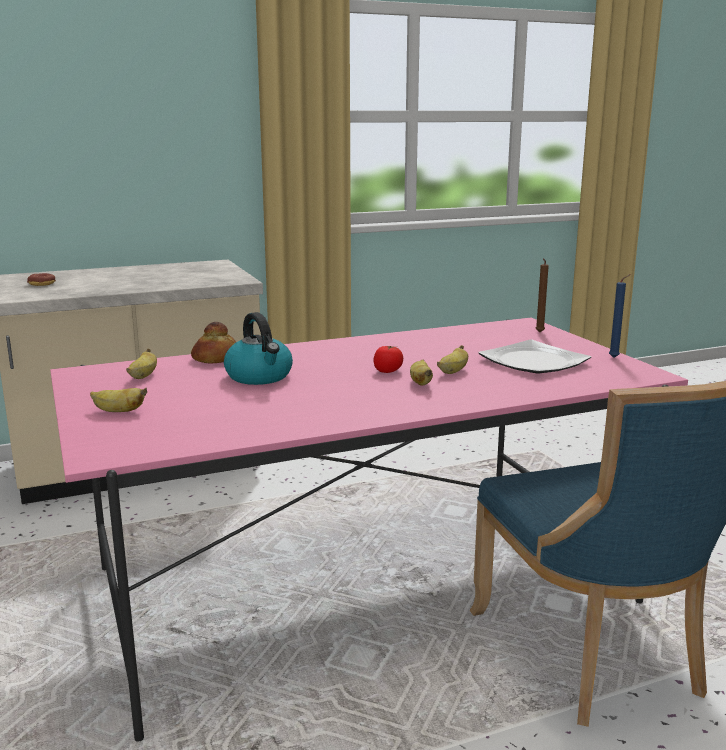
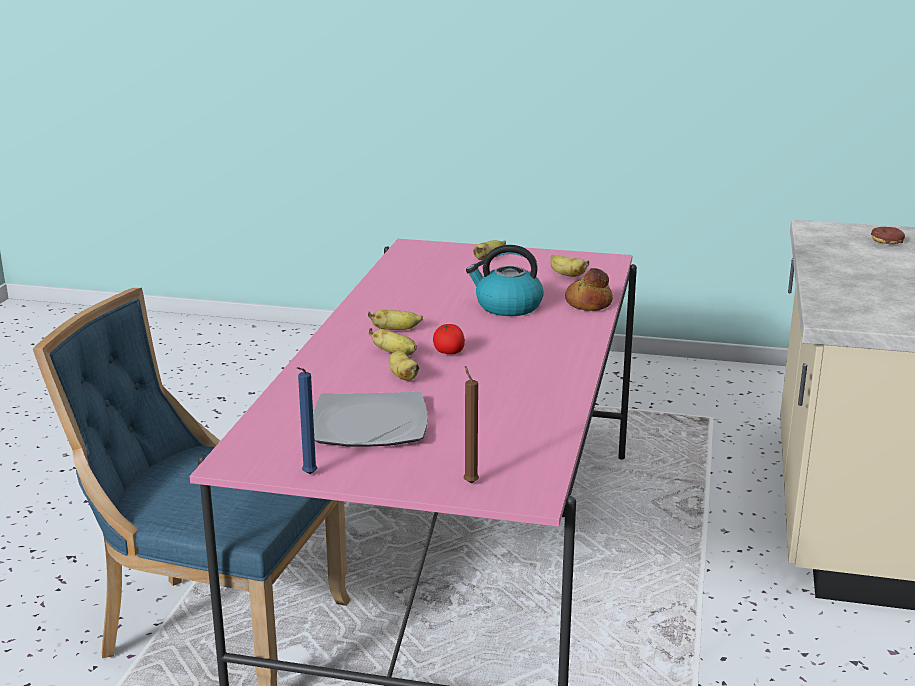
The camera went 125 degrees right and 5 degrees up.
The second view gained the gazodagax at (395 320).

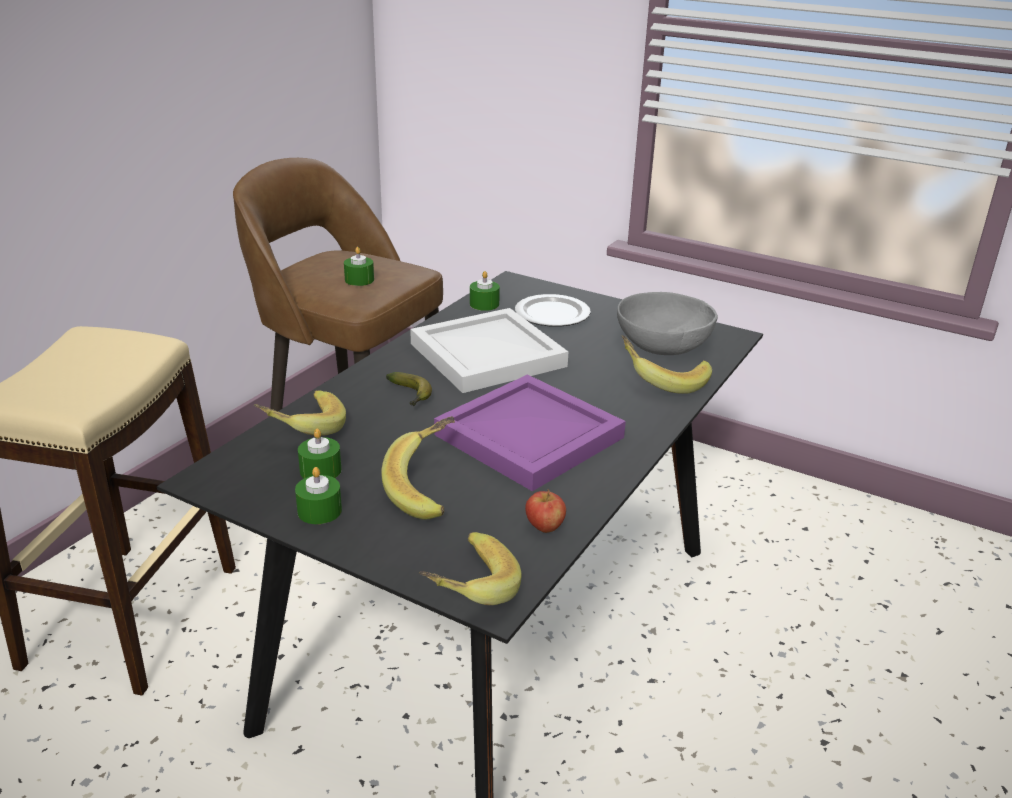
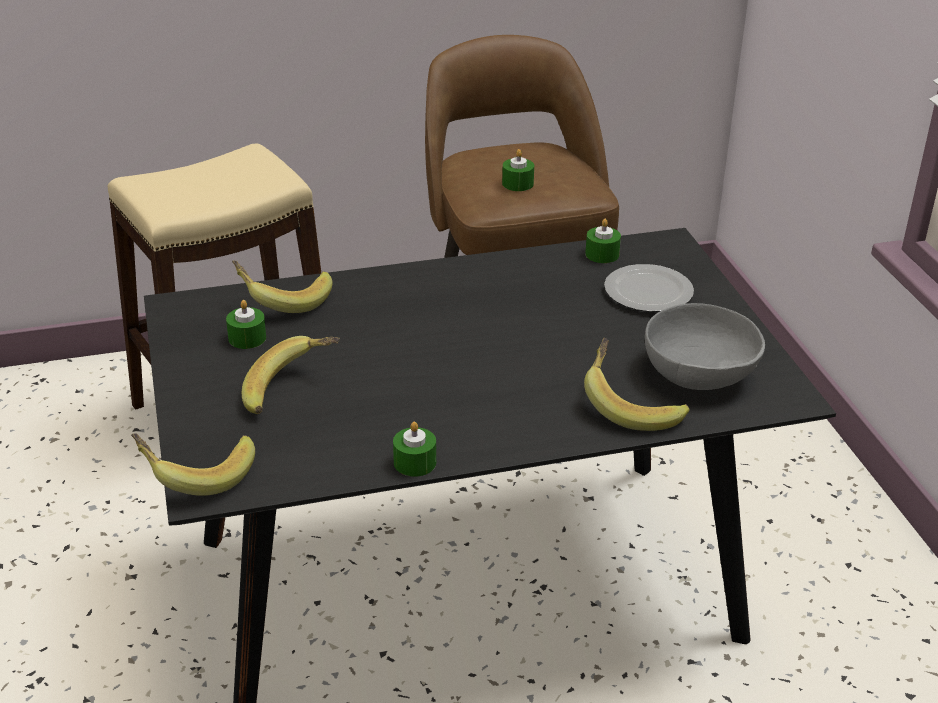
The camera went 45 degrees right and 5 degrees up.
The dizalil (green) ended up elsewhere, having gone from (318 495) to (414 449).
The second view lost the gazodagax at (409 389).
The second view lost the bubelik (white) at (489 350).
The second view lost the bubelik (purple) at (530 432).
The second view lost the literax at (545 511).

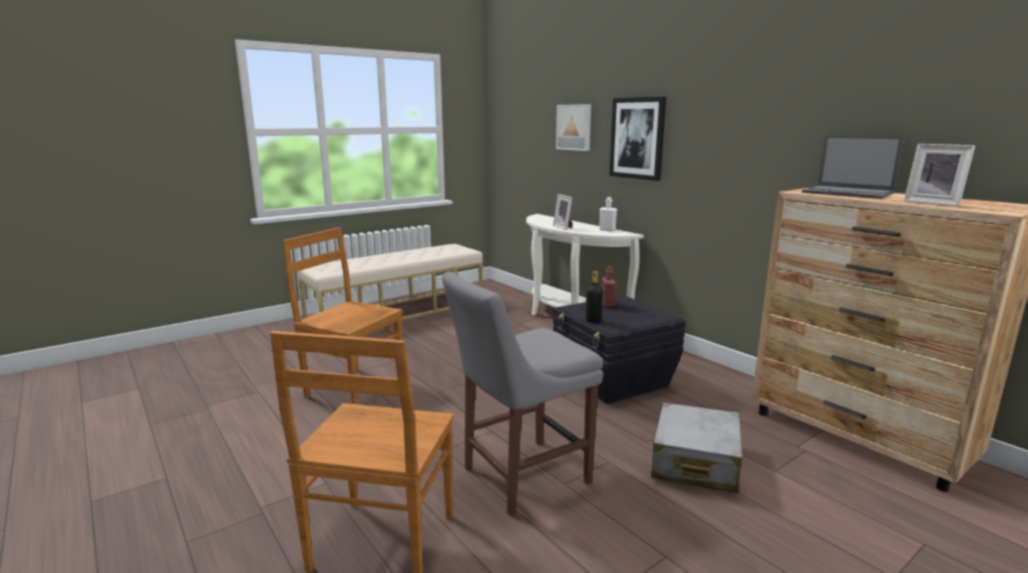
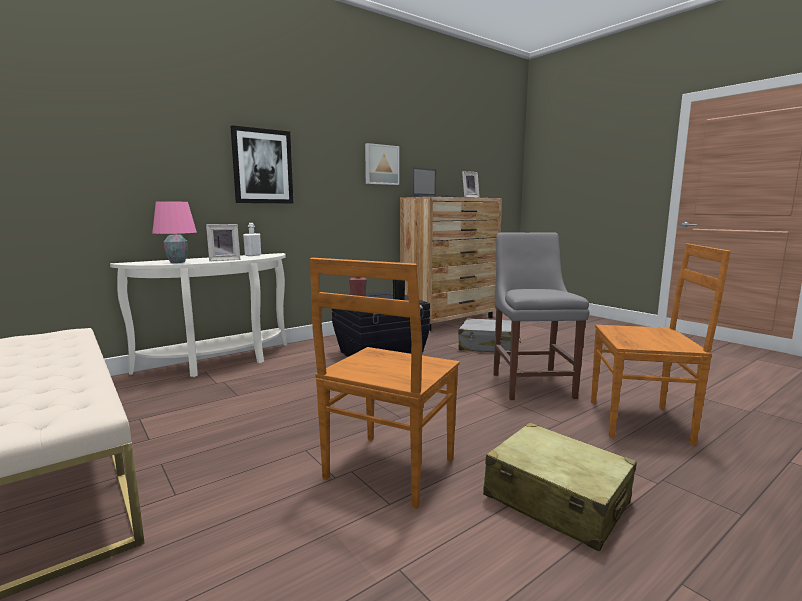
The camera went 90 degrees left and 5 degrees down.
The second view gained the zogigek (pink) at (174 232).
The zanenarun ended up elsewhere, having gone from (573 127) to (382 164).
The second view gained the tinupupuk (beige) at (560 487).
The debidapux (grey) at (522 394) ended up facing another way, 150 degrees counterclockwise from before.

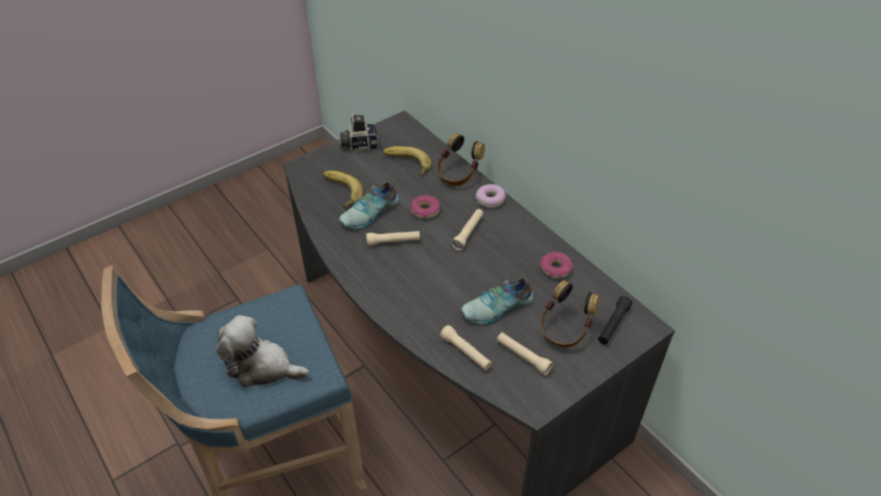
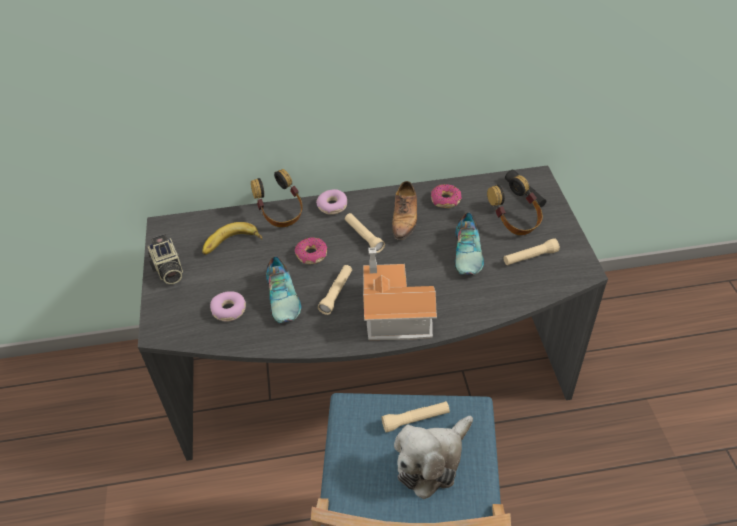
The camera went 60 degrees left and 0 degrees up.
The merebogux at (358 133) ended up facing another way, 45 degrees counterclockwise from before.
Where the gazodagax stood at (343 189), the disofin came to stand at (228 306).
The second view gained the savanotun at (400 294).
The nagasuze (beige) ended up elsewhere, having gone from (466 347) to (415 416).
The second view gained the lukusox at (404 212).

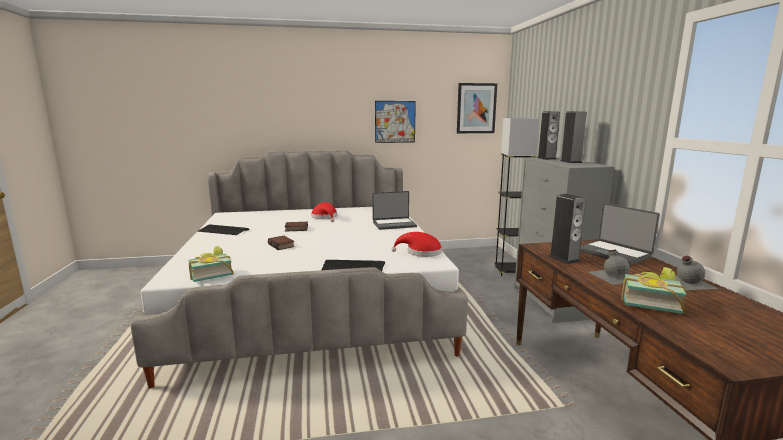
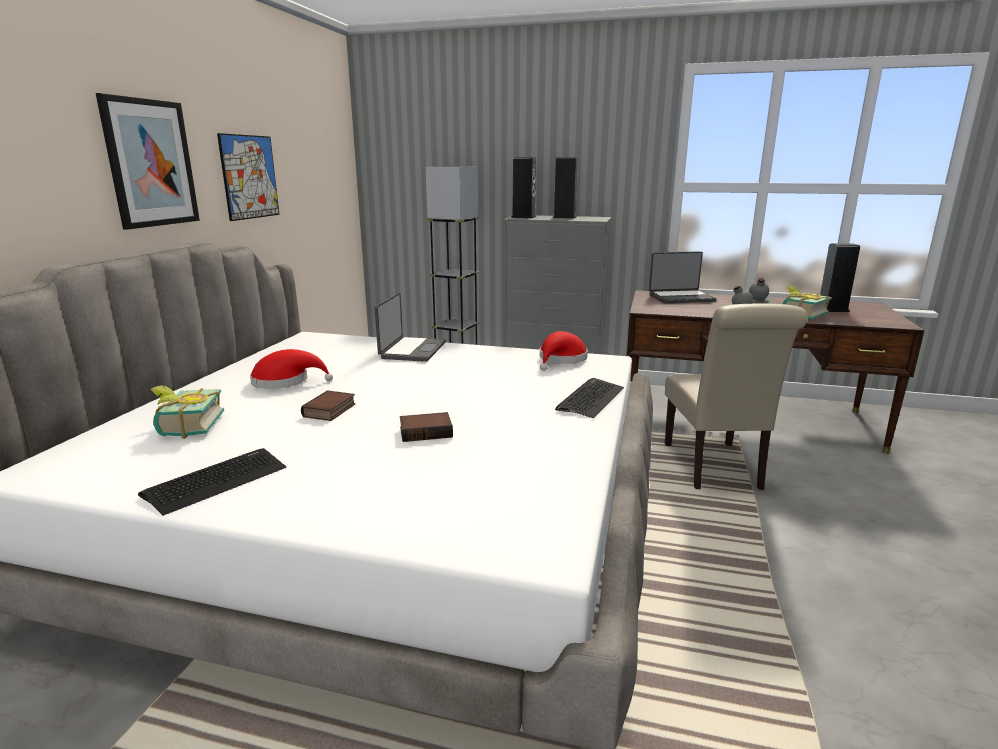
The camera went 65 degrees left and 5 degrees up.
The zanenarun ended up elsewhere, having gone from (477 108) to (148 161).
The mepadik ended up elsewhere, having gone from (211 264) to (187 412).
The second view gained the debidapux (beige) at (736 397).
The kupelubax ended up elsewhere, having gone from (567 229) to (840 278).

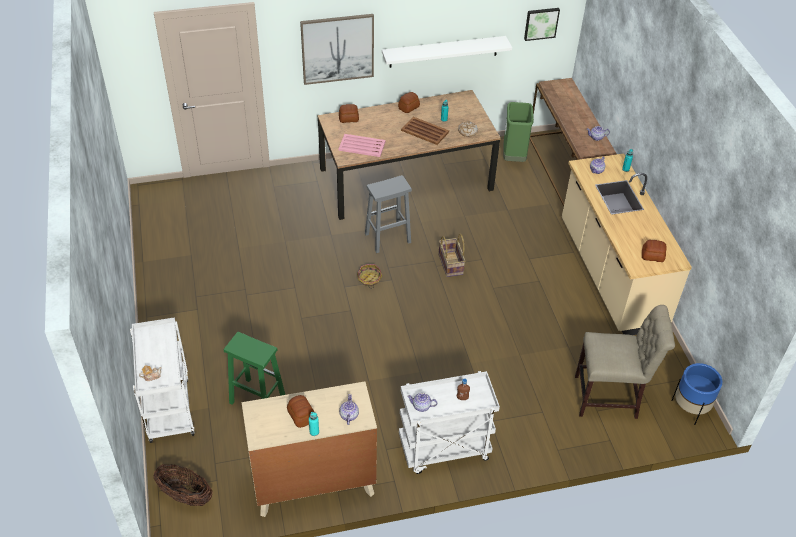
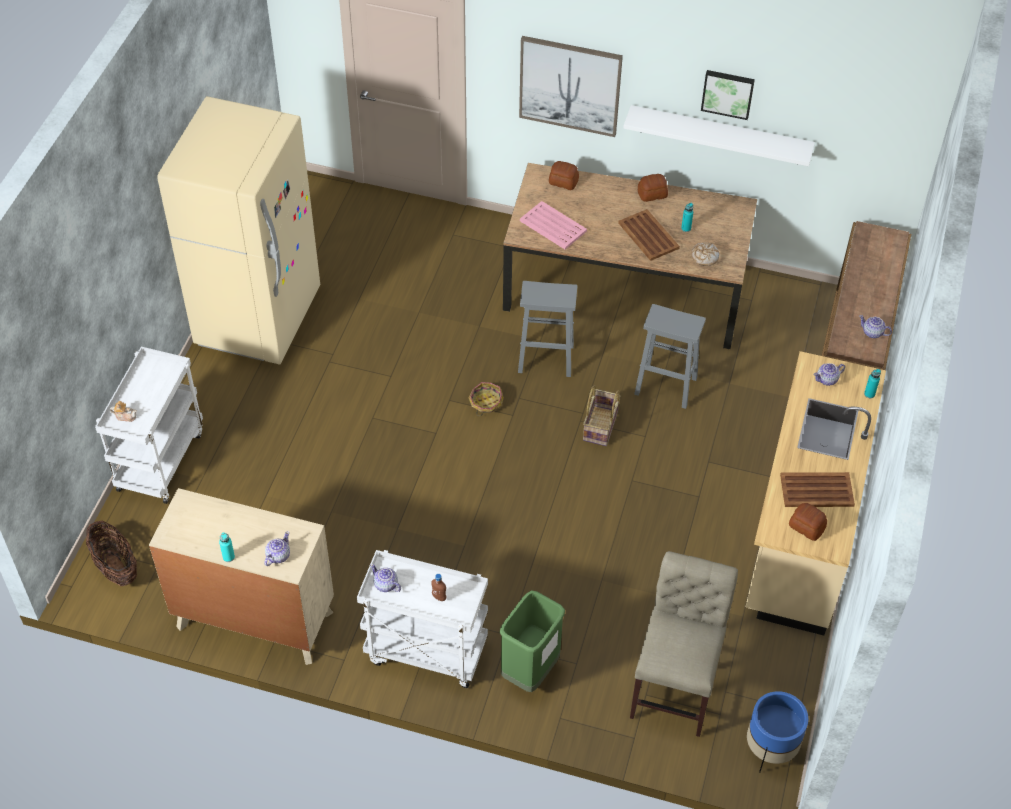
The camera went 30 degrees right and 5 degrees up.
The second view gained the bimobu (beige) at (238 230).
The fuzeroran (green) ended up elsewhere, having gone from (518 132) to (532 641).
The debidapux (beige) at (625 362) ended up facing another way, 105 degrees counterclockwise from before.
The second view gained the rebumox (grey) at (670 356).
The zanenarun ended up elsewhere, having gone from (542 24) to (728 95).
The second view gained the bubelik (brown) at (817 489).
The second view lost the rebumox (green) at (254 368).
The second view lost the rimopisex at (300 411).

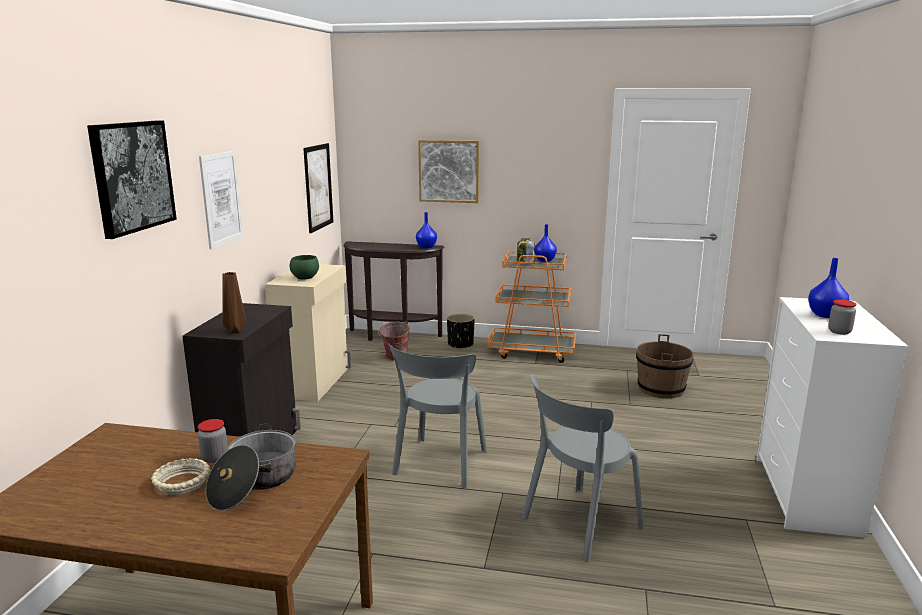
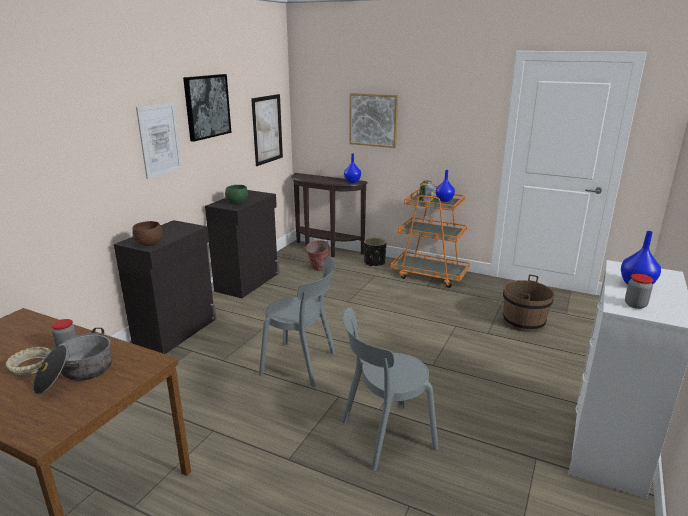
The camera went 15 degrees right and 5 degrees up.
Where the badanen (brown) stood at (234 303), the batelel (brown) came to stand at (147 233).
The zanenarun ended up elsewhere, having gone from (132 179) to (207 108).
What was the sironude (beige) at (308 333) turned into the sironude (black) at (242 244).
The debidapux (grey) at (437 416) ended up facing another way, 105 degrees counterclockwise from before.

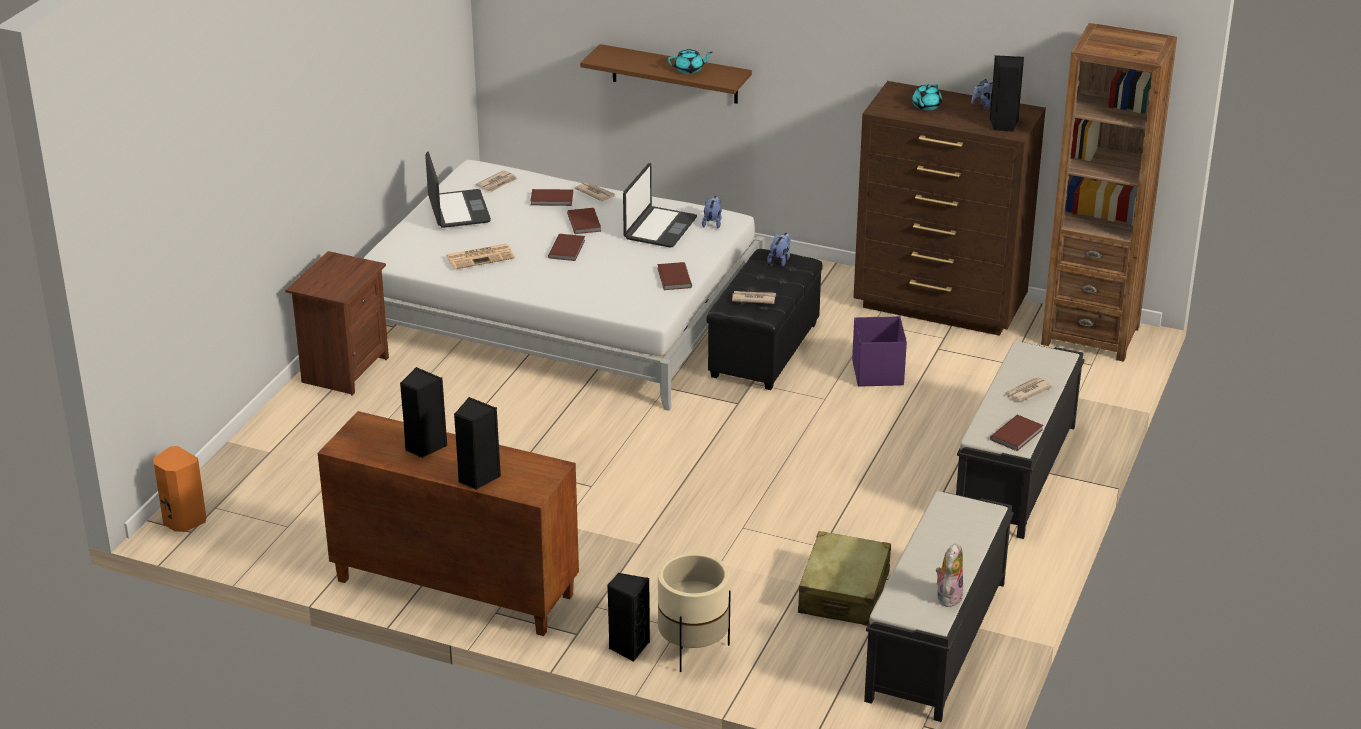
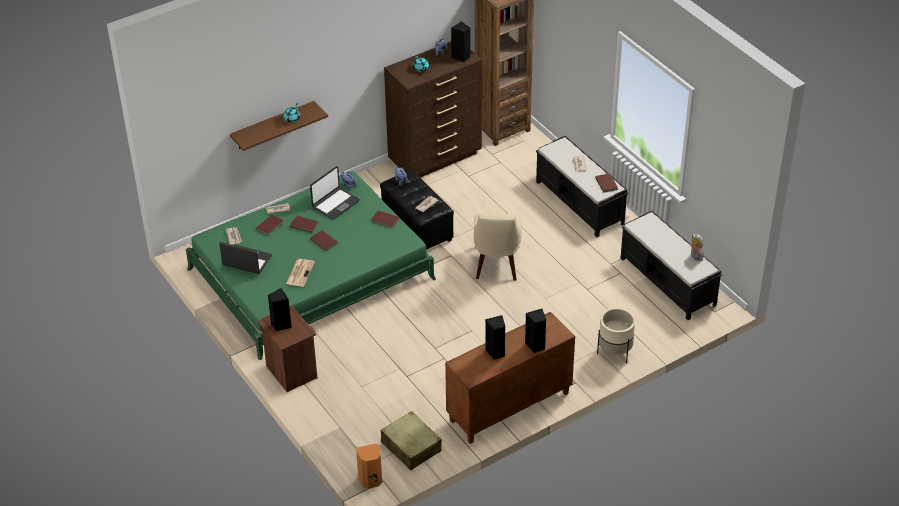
The camera went 55 degrees left and 10 degrees up.
What was the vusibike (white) at (564 285) turned into the vusibike (green) at (311 266).
The kupelubax (black) ended up elsewhere, having gone from (629 617) to (280 309).
The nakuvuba at (660 205) ended up facing another way, 75 degrees clockwise from before.
The tinupupuk (beige) ended up elsewhere, having gone from (844 578) to (411 441).
The second view gained the debidapux (beige) at (498 246).
The second view lost the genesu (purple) at (879 351).

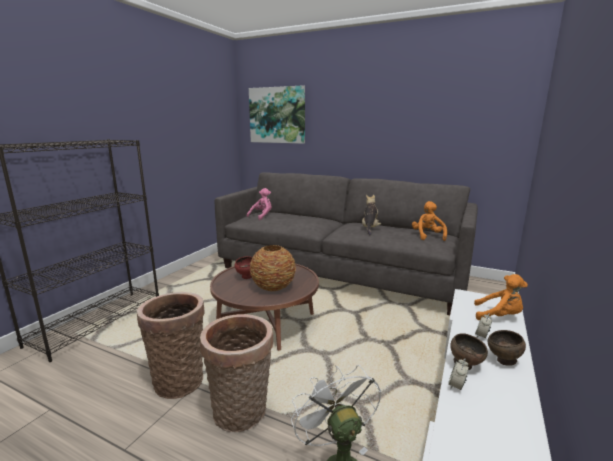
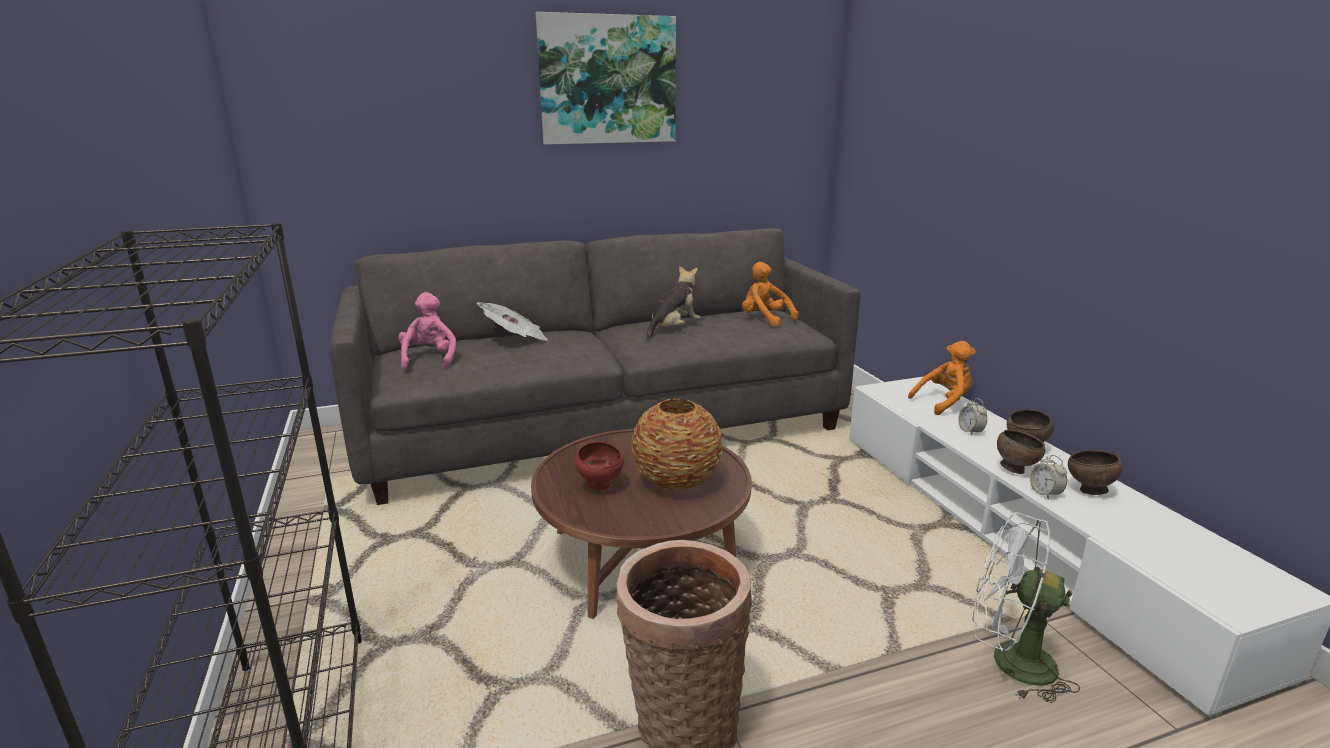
The camera went 45 degrees left and 5 degrees up.
The second view gained the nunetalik at (512 321).
The zanenarun ended up elsewhere, having gone from (277 114) to (606 78).
The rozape at (371 215) ended up facing another way, 75 degrees clockwise from before.
The second view gained the batelel (brown) at (1095 472).
The second view lost the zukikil at (236 373).

